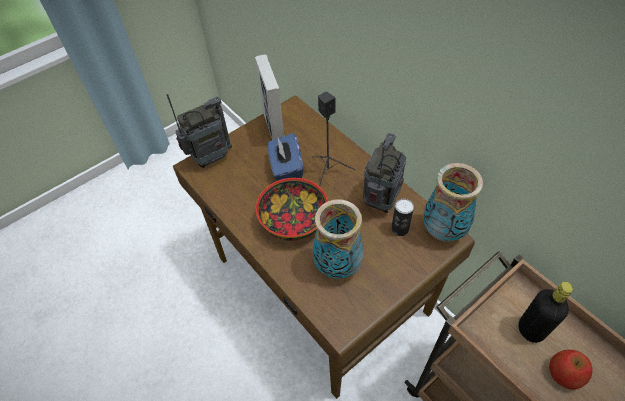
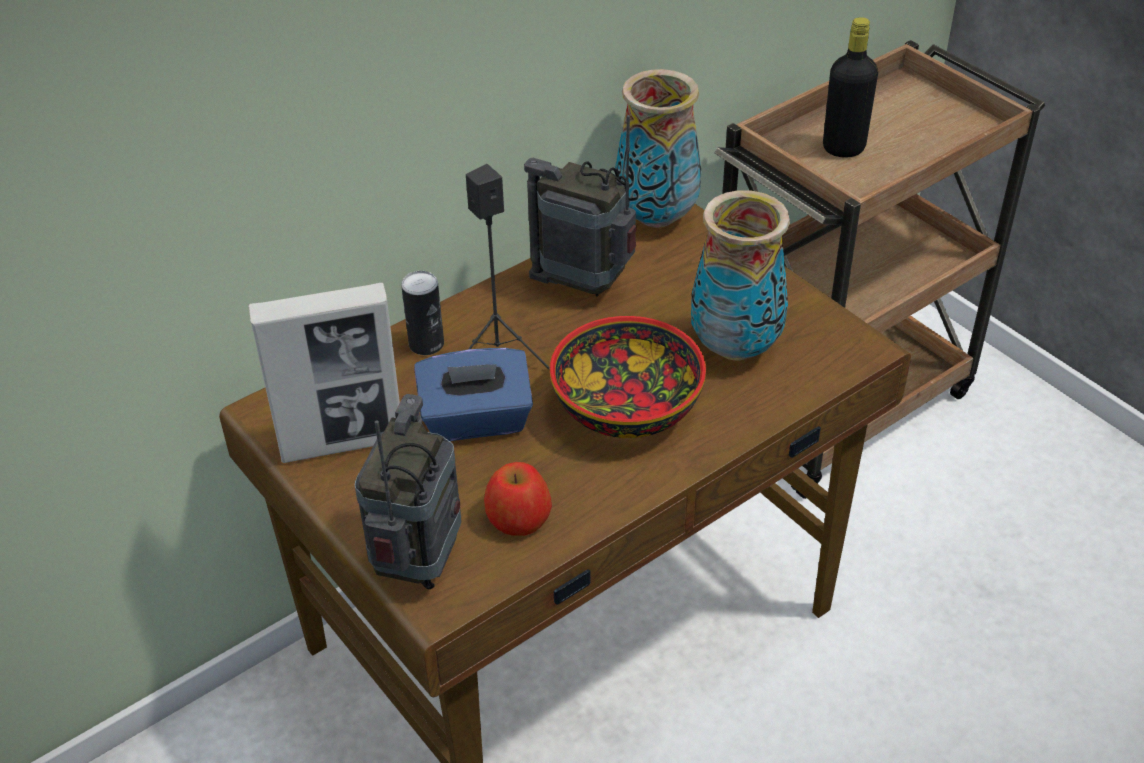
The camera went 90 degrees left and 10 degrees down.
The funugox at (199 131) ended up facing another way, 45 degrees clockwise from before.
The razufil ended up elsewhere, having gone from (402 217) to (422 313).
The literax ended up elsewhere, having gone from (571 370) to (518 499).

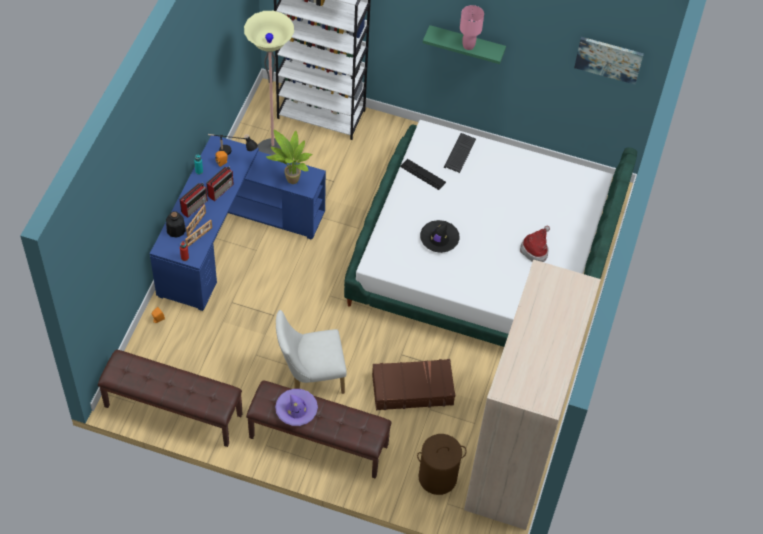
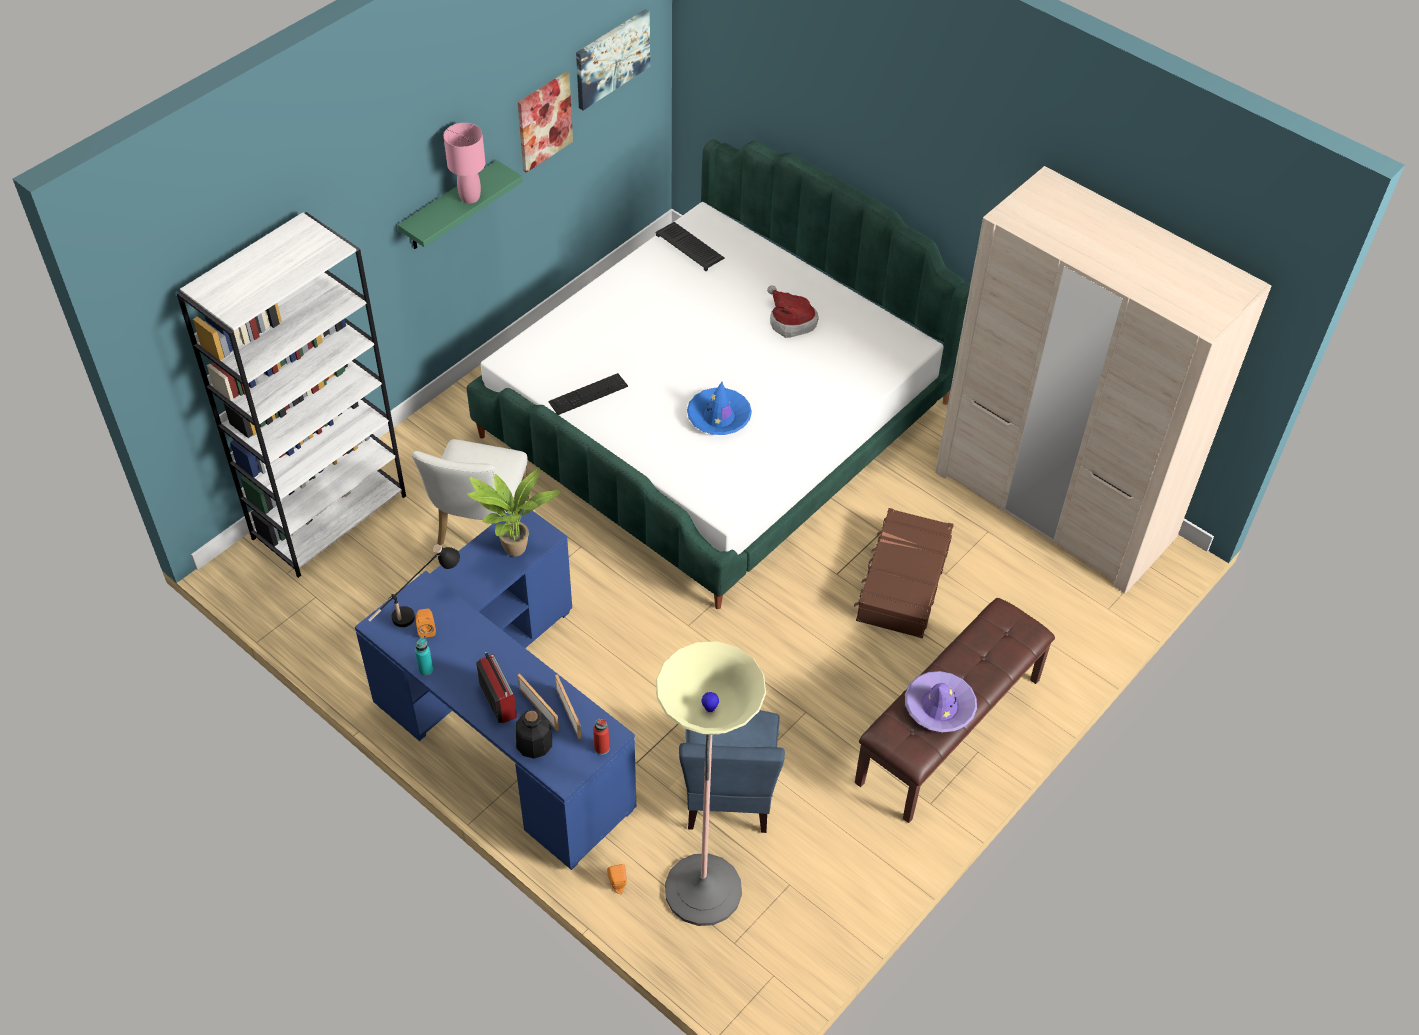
The camera went 65 degrees left and 5 degrees down.
The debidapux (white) ended up elsewhere, having gone from (311 352) to (470 492).
The second view gained the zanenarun at (545 122).
The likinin ended up elsewhere, having gone from (460 153) to (690 246).
The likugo ended up elsewhere, having gone from (269 83) to (711 783).
The second view gained the debidapux (blue) at (732 771).
What was the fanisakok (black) at (440 236) turned into the fanisakok (blue) at (719 408).
The second view lost the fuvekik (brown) at (170 398).
The second view lost the funugox at (220 184).
The second view lost the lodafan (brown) at (442 464).

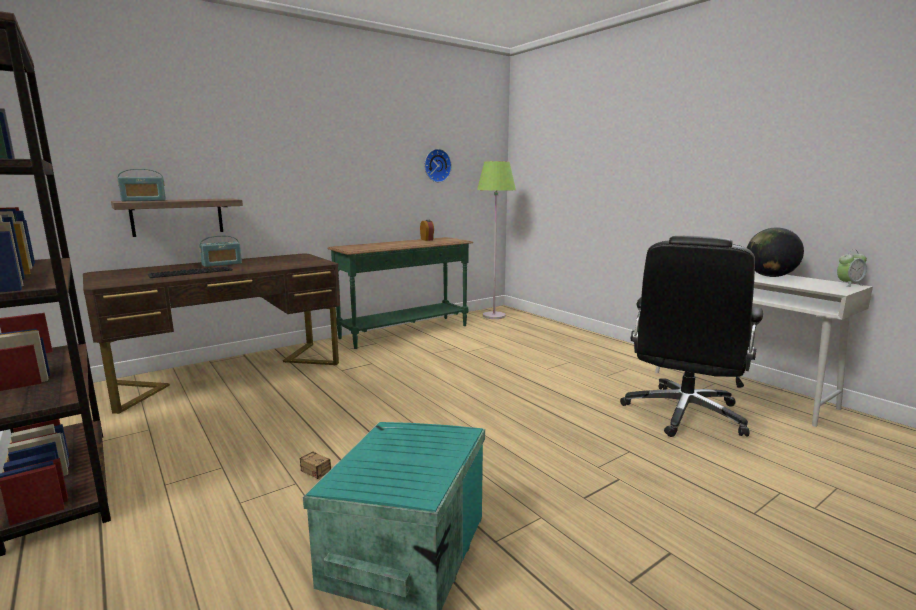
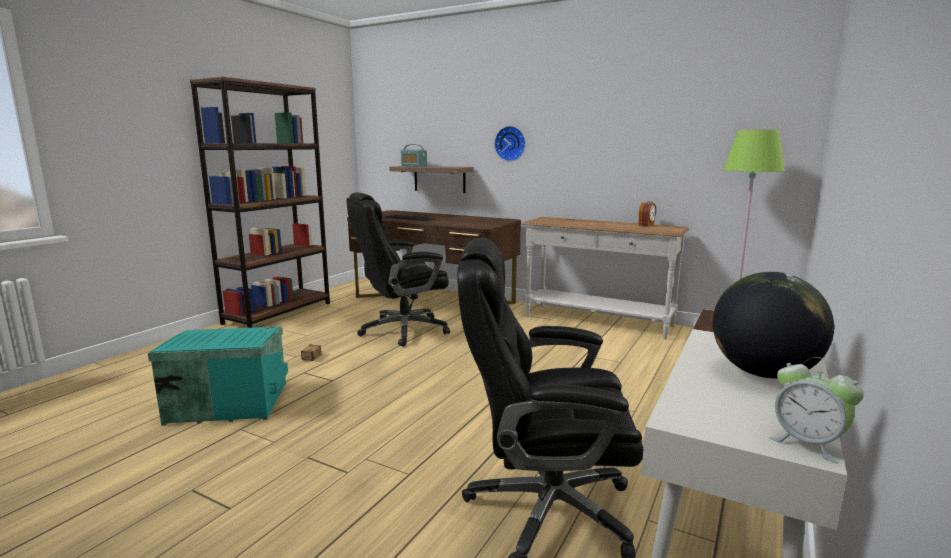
The camera went 65 degrees right and 0 degrees up.
The second view gained the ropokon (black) at (398 269).
The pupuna ended up elsewhere, having gone from (438 165) to (510 144).
What was the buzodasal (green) at (400 293) turned into the buzodasal (white) at (605 278).
The second view lost the funugox at (220 251).

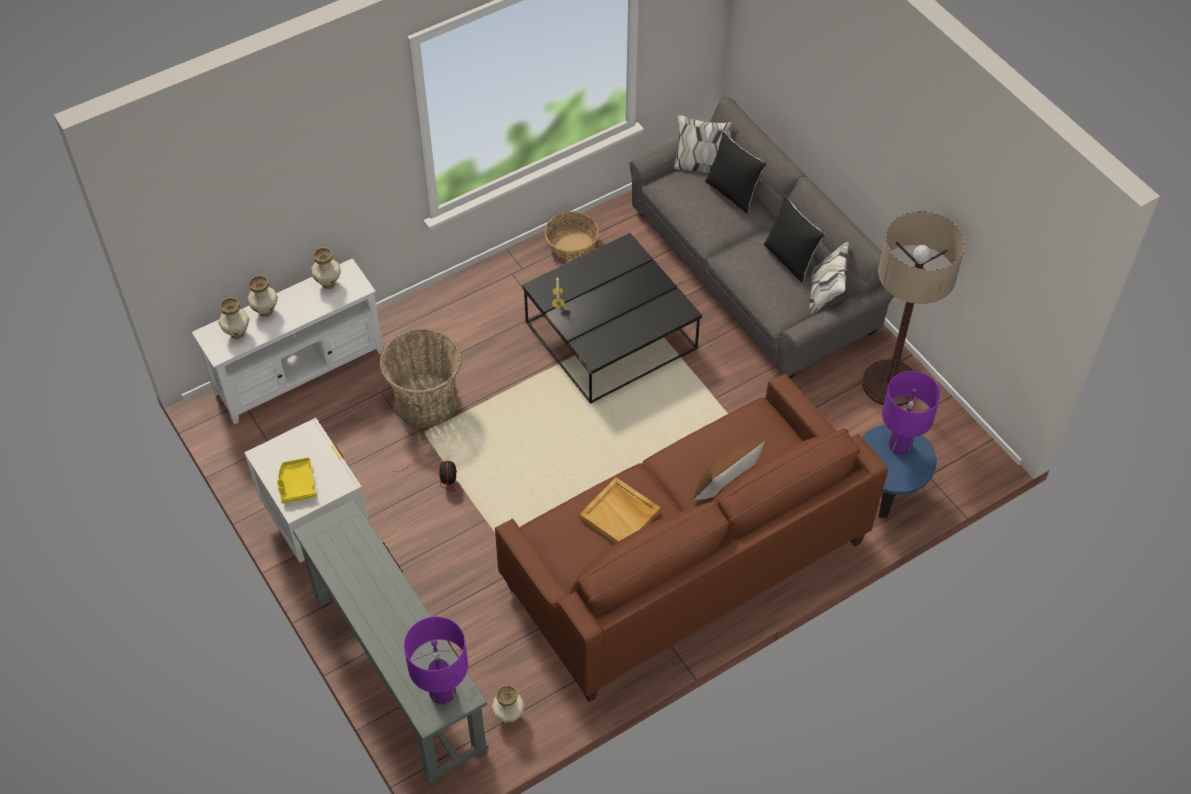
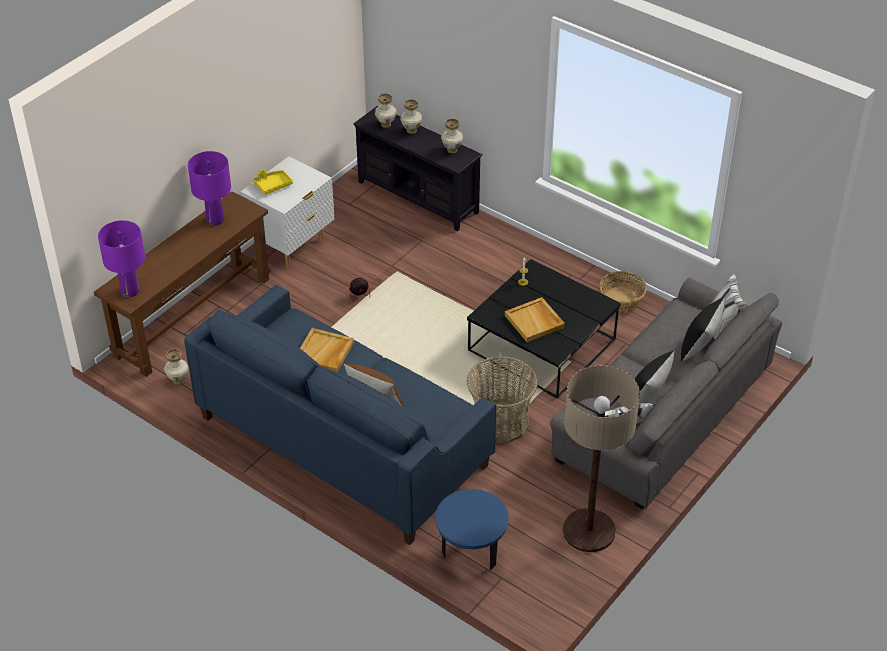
The camera went 70 degrees right and 10 degrees down.
What was the buzodasal (grey) at (391 642) turned into the buzodasal (brown) at (182 284).
What was the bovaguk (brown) at (691 537) turned into the bovaguk (blue) at (340 415).
The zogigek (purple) ended up elsewhere, having gone from (911 413) to (209 188).
What was the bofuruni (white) at (287 341) turned into the bofuruni (black) at (417 168).
The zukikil ended up elsewhere, having gone from (420 378) to (502 399).
The second view gained the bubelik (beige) at (535 319).

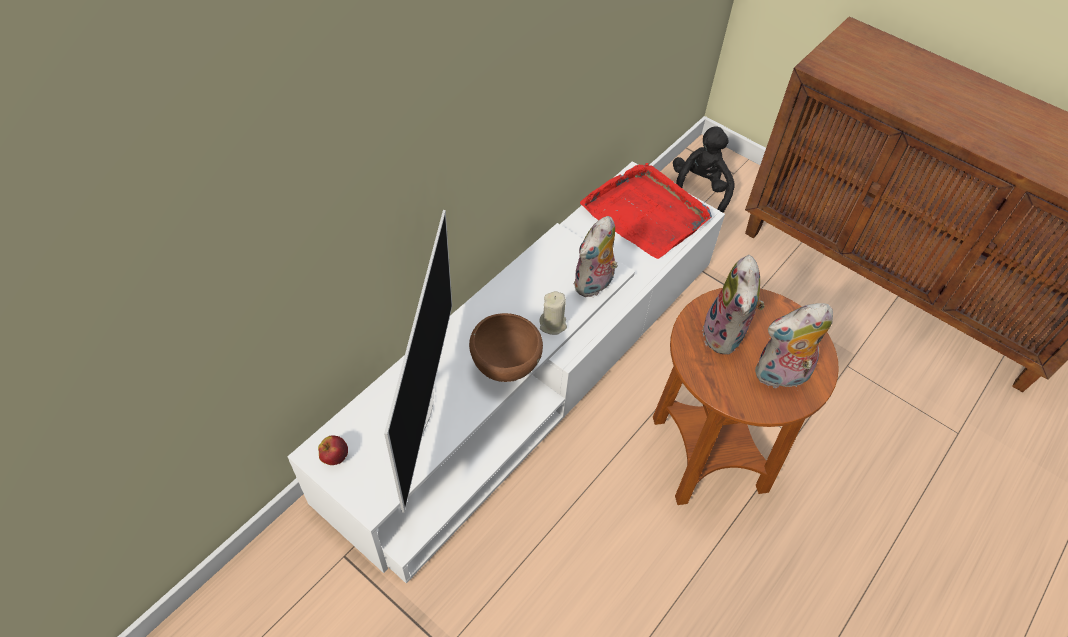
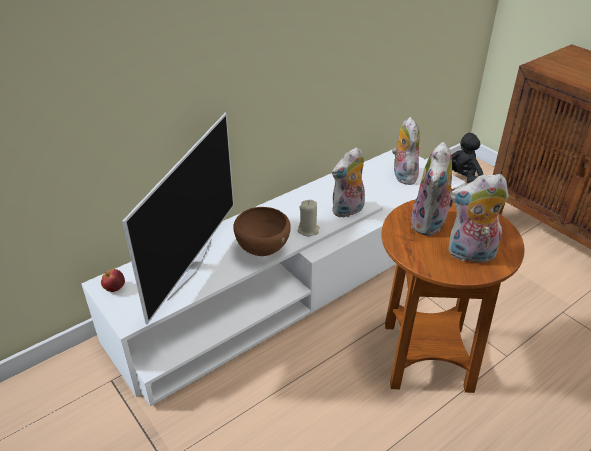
The camera went 15 degrees right and 15 degrees down.
Where the bubelik (red) stood at (646 211), the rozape came to stand at (406 151).

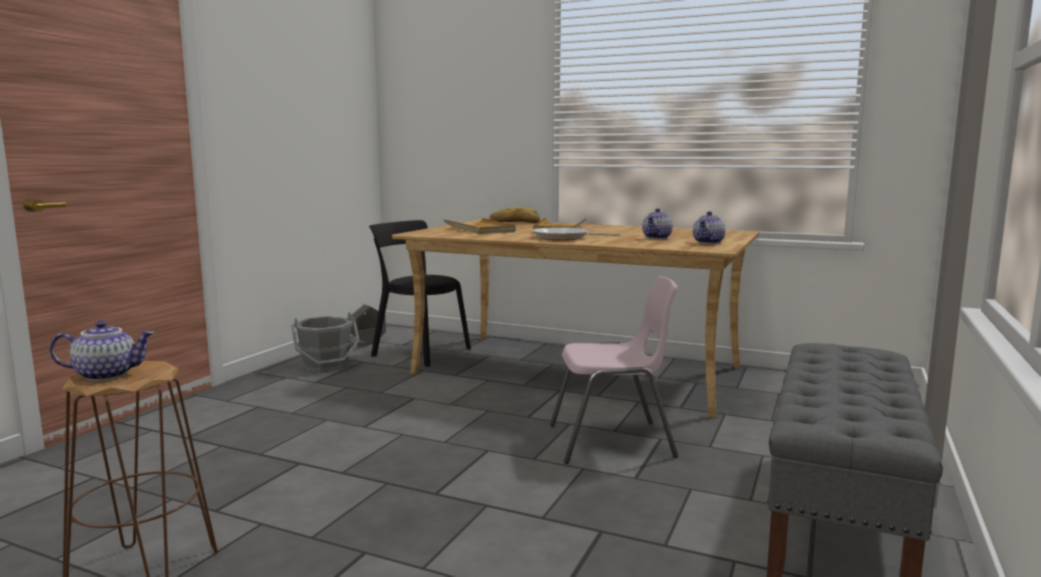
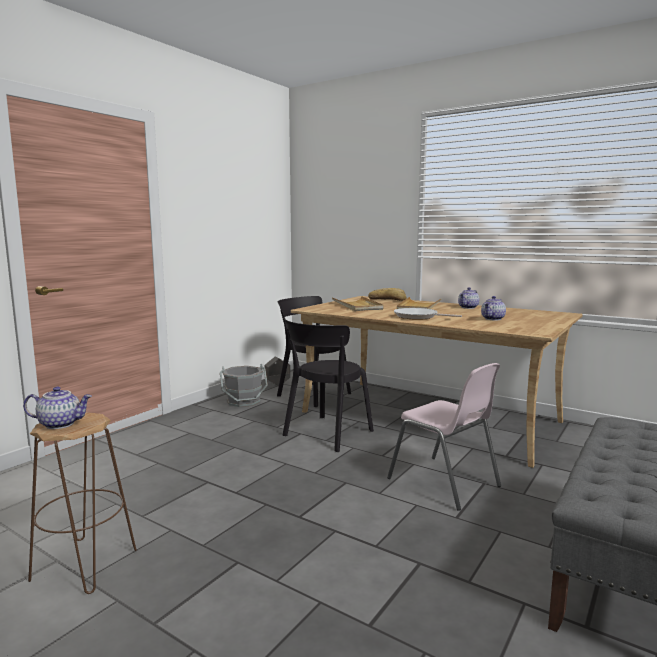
The camera went 10 degrees right and 0 degrees up.
The second view gained the debidapux (black) at (328 384).
The debidapux (pink) at (614 370) ended up facing another way, 45 degrees clockwise from before.
The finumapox ended up elsewhere, having gone from (709 227) to (468 298).

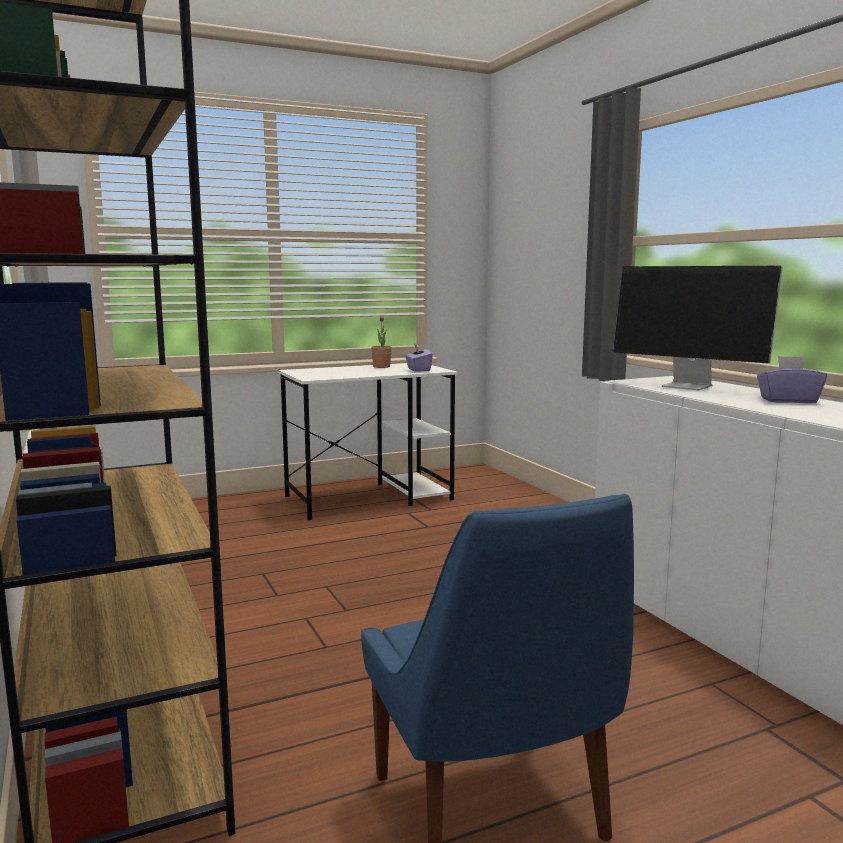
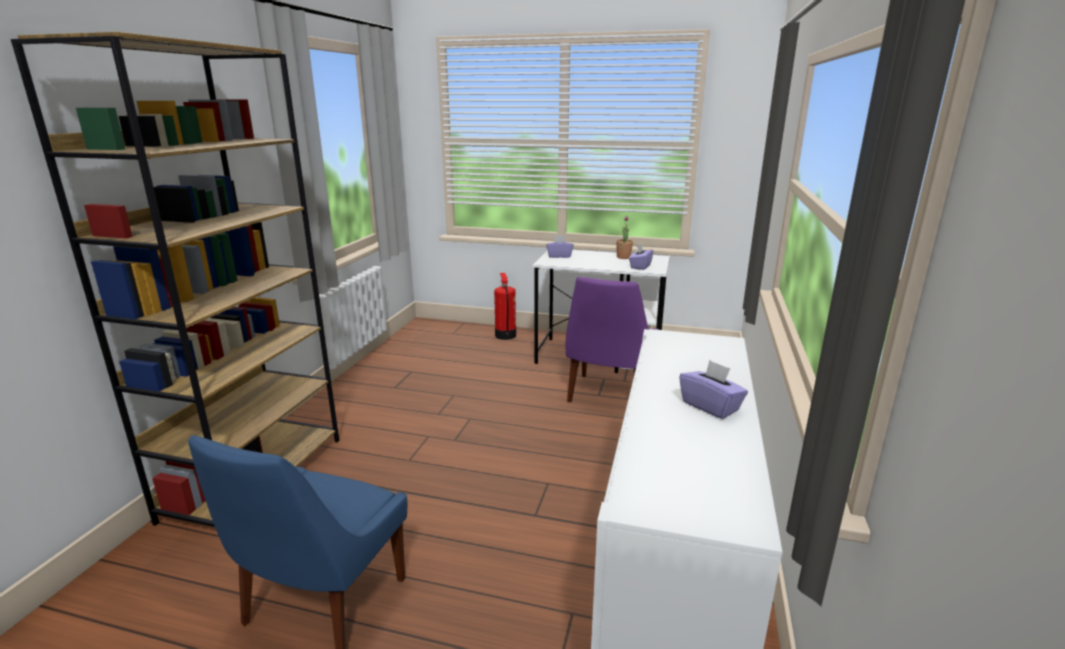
The camera went 40 degrees right and 10 degrees up.
The second view gained the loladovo at (505 306).
The second view gained the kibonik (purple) at (560 246).
The second view gained the debidapux (purple) at (612 339).
The second view lost the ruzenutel at (698 328).

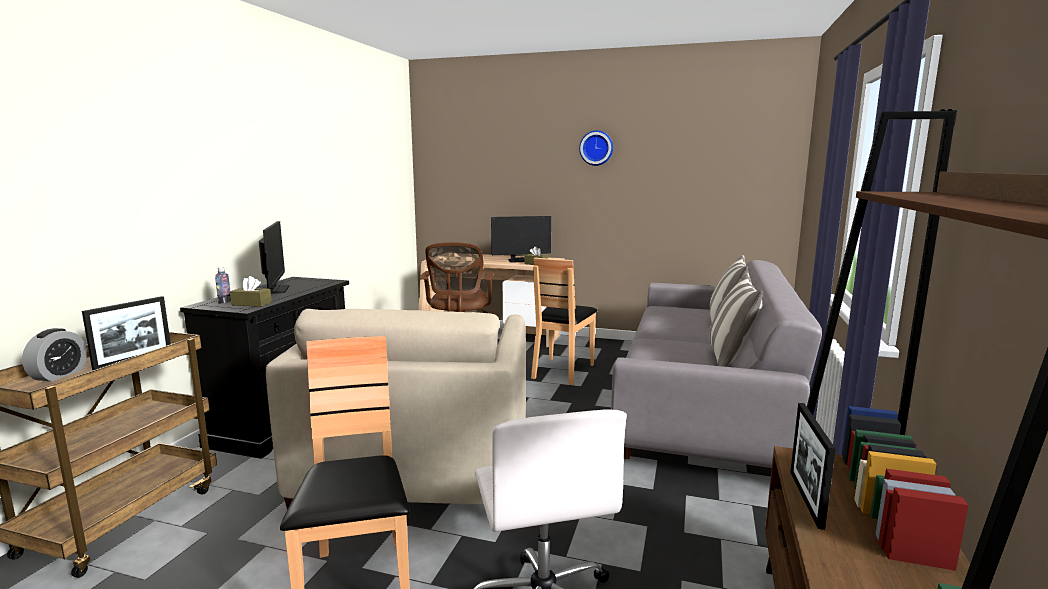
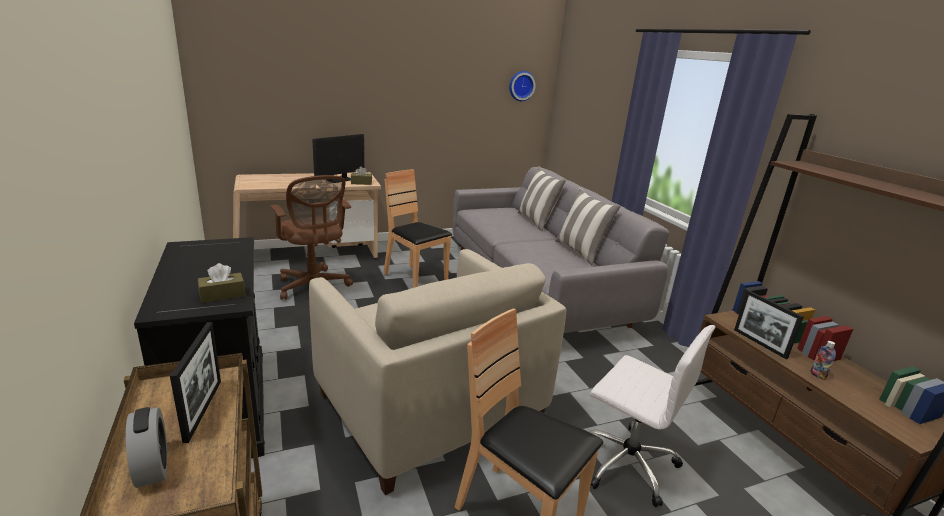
The camera went 40 degrees left and 10 degrees up.
The debidapux (brown) at (564 321) ended up facing another way, 150 degrees clockwise from before.
The pupuna ended up elsewhere, having gone from (596 148) to (522 86).
The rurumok ended up elsewhere, having gone from (223 285) to (823 360).
The second view lost the ruzenutel at (274 257).

